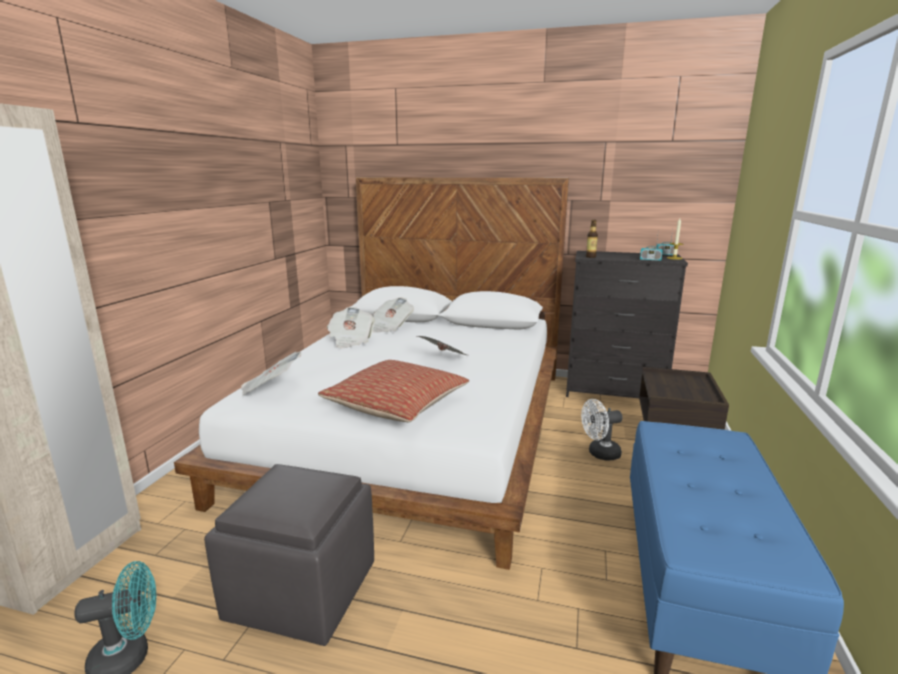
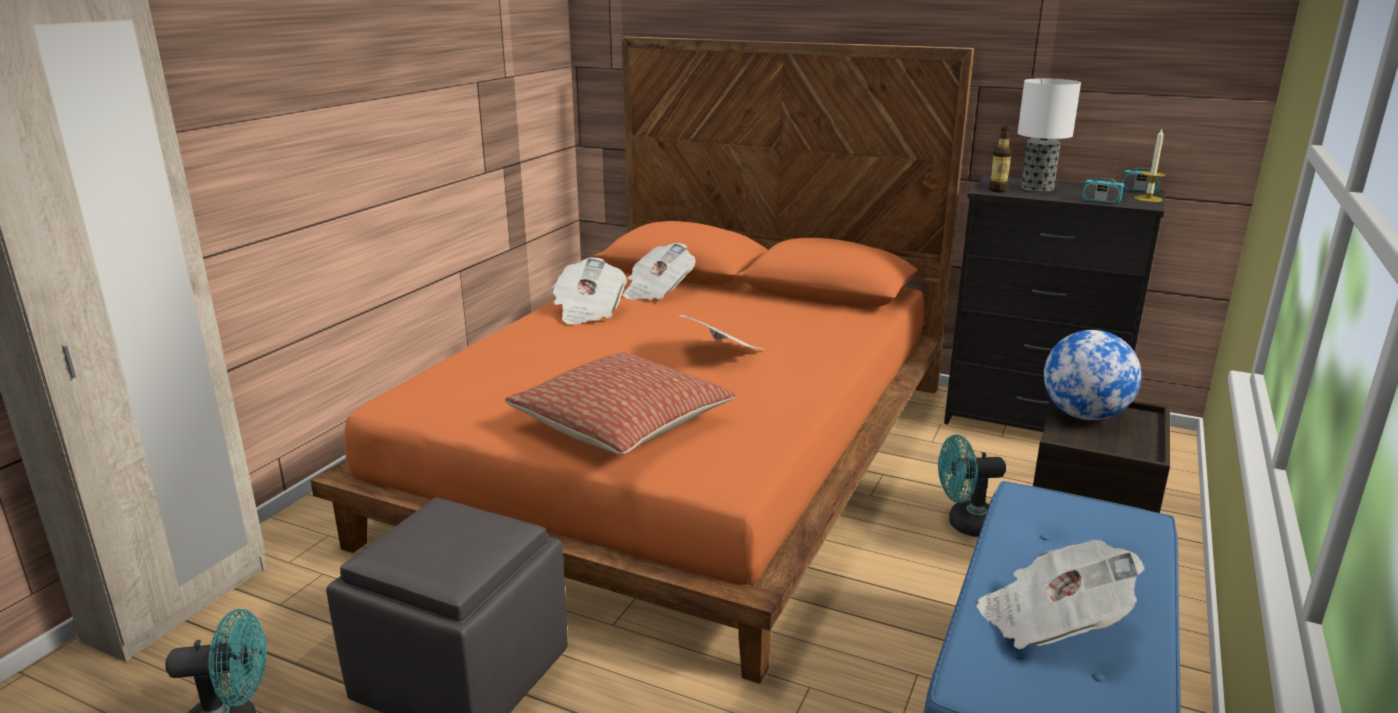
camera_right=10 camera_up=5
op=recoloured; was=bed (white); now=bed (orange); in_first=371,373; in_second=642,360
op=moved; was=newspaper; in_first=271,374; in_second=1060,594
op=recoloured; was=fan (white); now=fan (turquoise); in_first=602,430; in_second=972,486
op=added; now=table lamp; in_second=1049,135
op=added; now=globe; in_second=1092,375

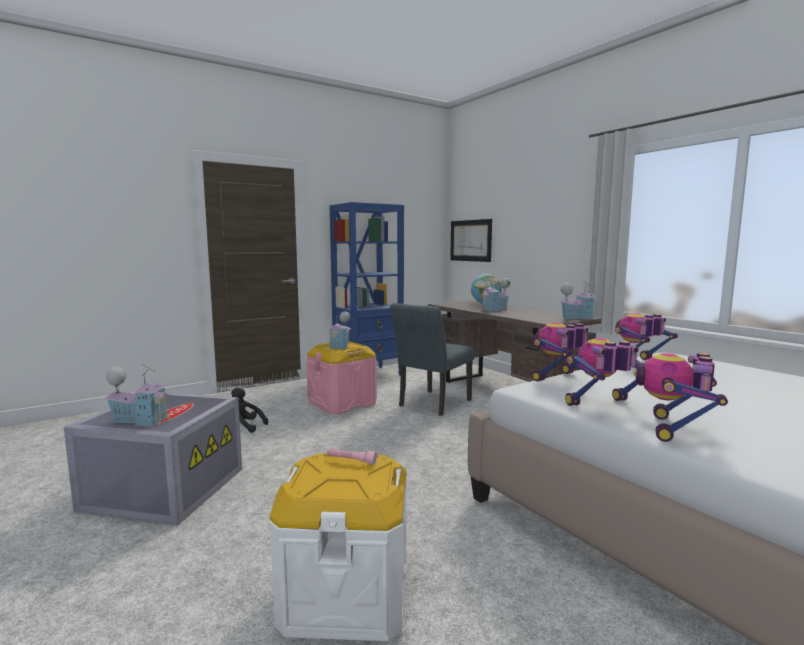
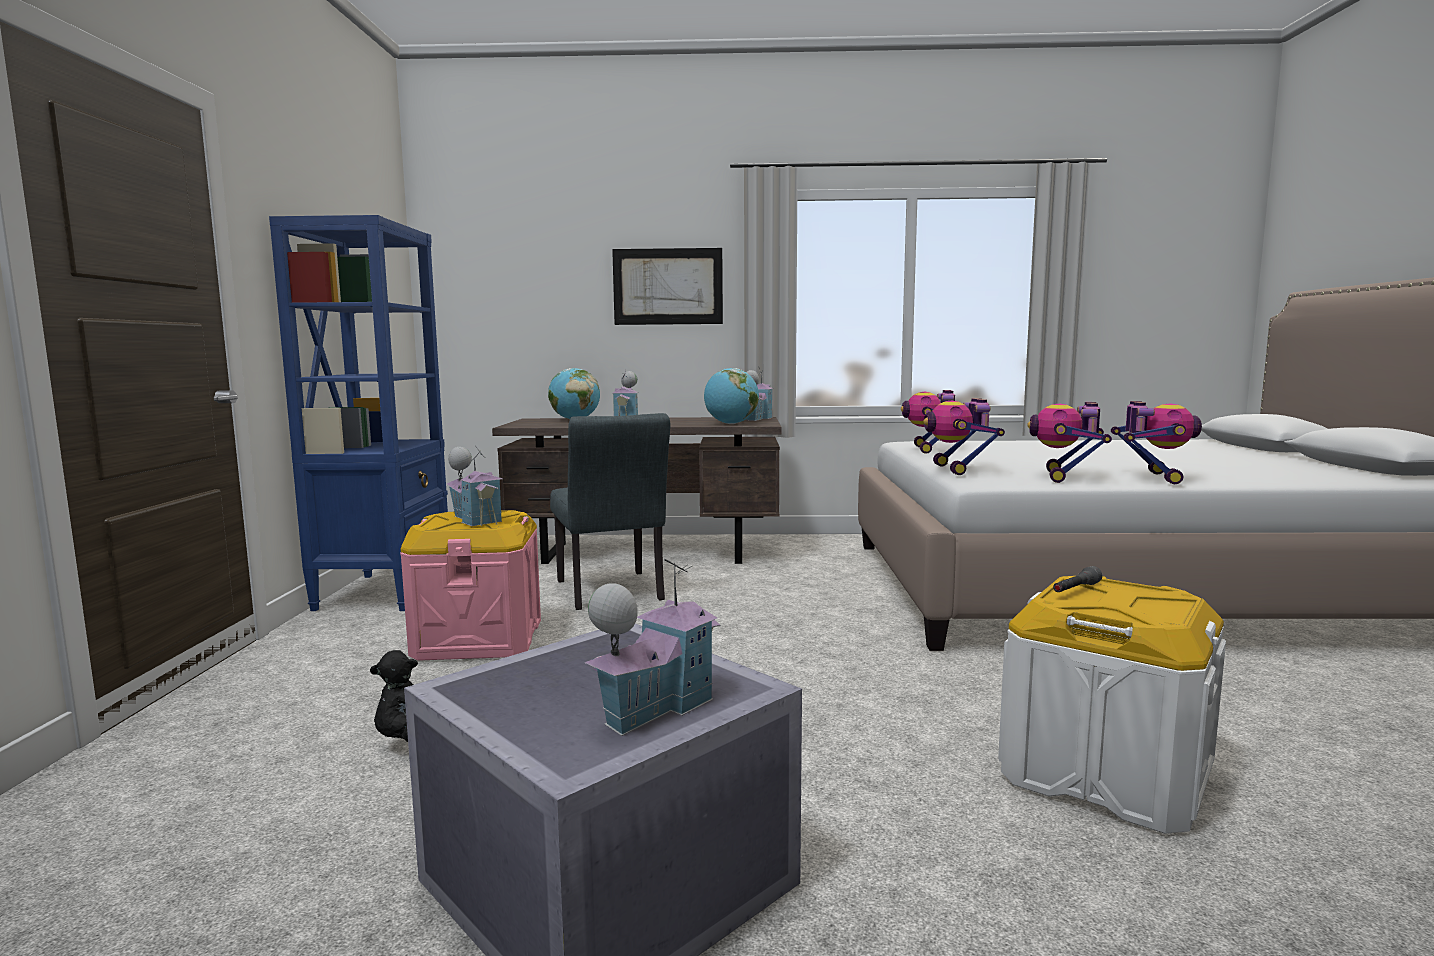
camera_right=-55 camera_up=0
op=moved; was=picture; in_first=471,240; in_second=667,286
op=turned; was=toy robot; in_first=680,397; in_second=1156,442; clockwise=-135
op=recoloured; was=flashlight (pink); now=flashlight (grey); in_first=352,457; in_second=1077,579
op=added; now=globe; in_second=731,396

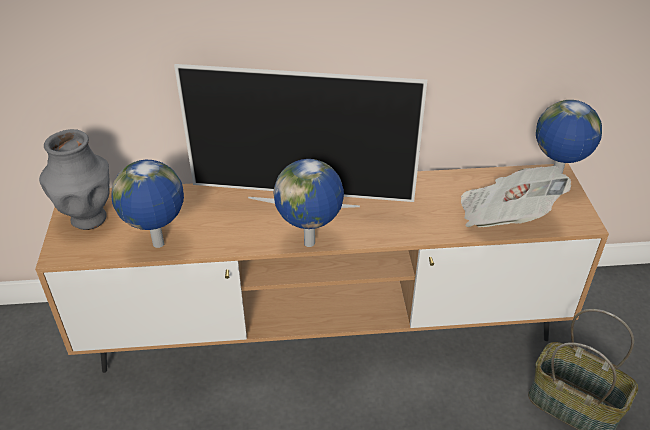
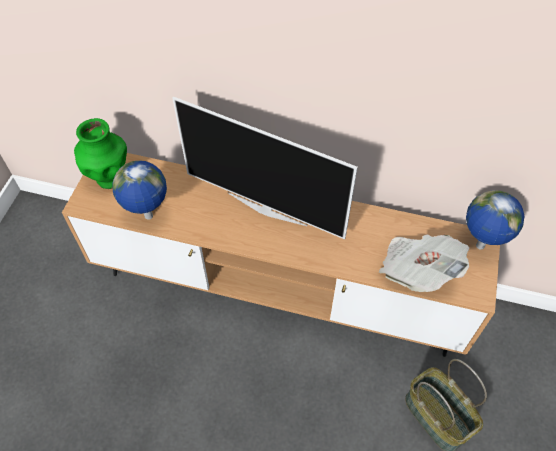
camera_right=20 camera_up=15
op=recoloured; was=vase (grey); now=vase (green); in_first=74,179; in_second=100,153
op=removed; was=globe; in_first=309,203

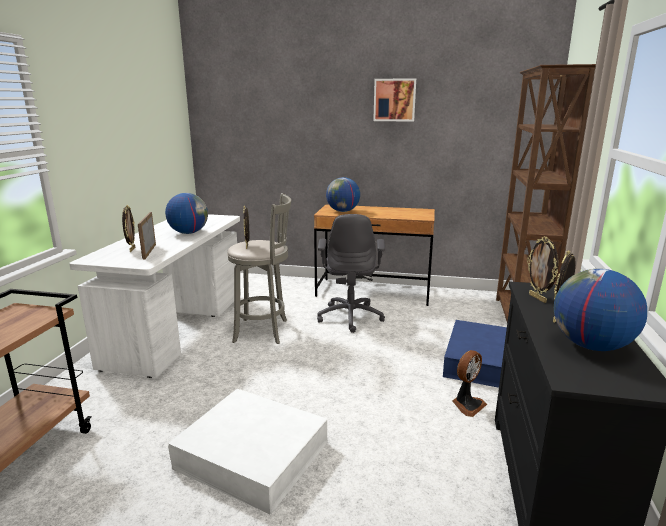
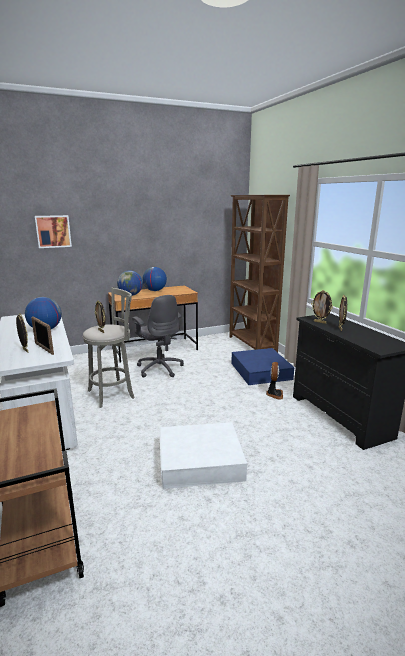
camera_right=-35 camera_up=0
op=moved; was=picture; in_first=394,100; in_second=53,231
op=moved; was=globe; in_first=600,310; in_second=154,279

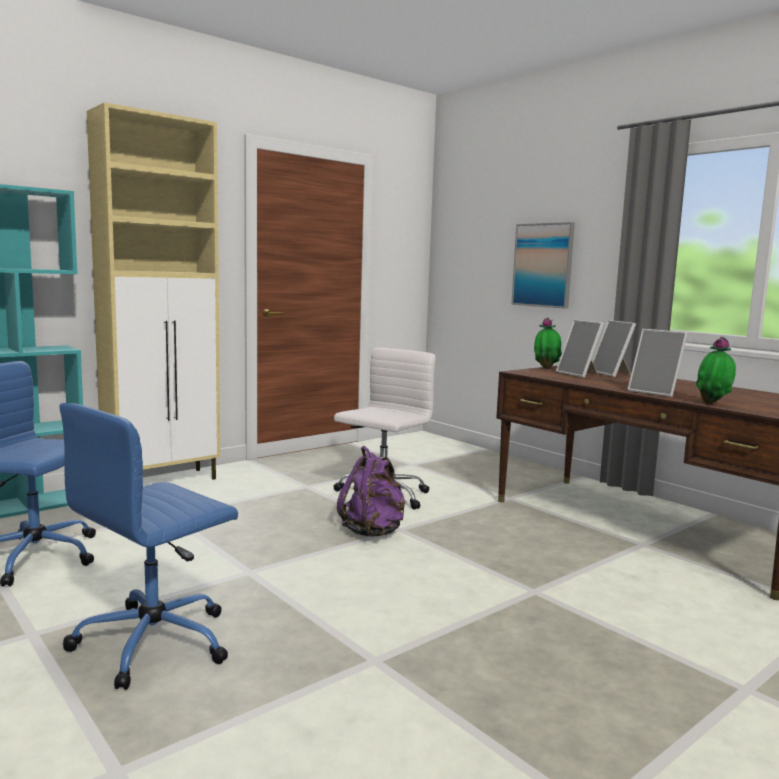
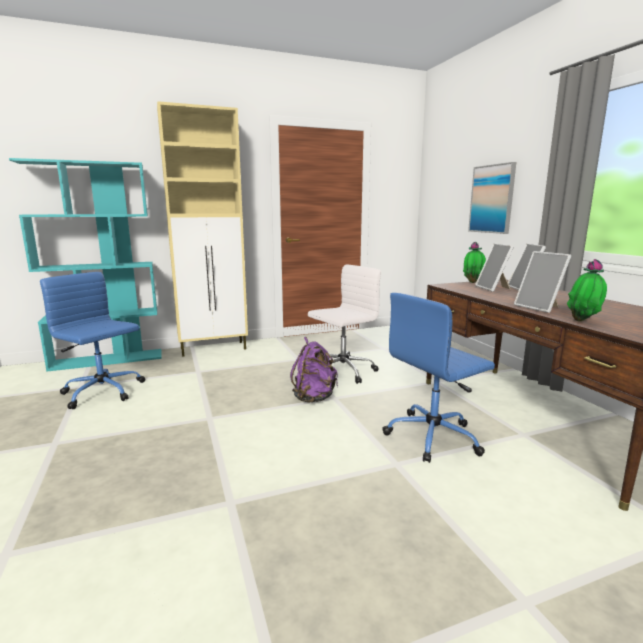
camera_right=20 camera_up=5
op=moved; was=office chair (blue); in_first=148,546; in_second=438,378

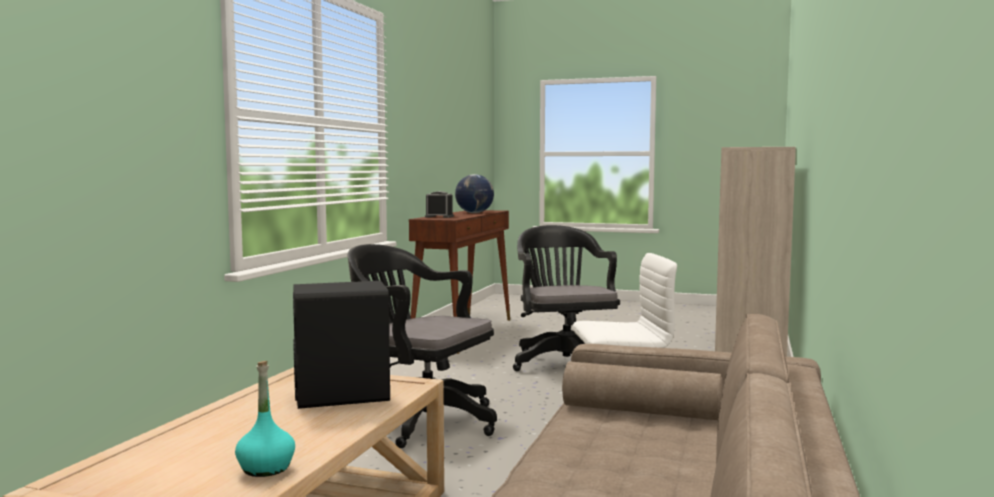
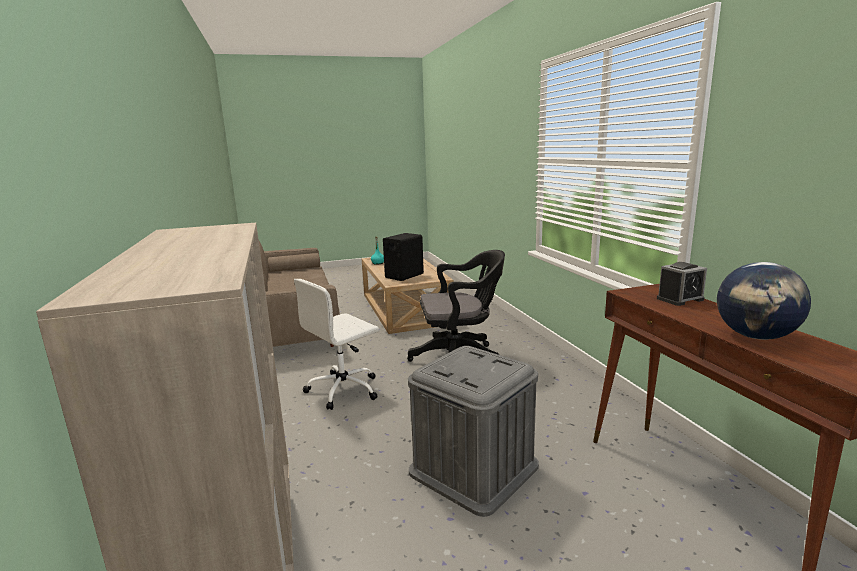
camera_right=145 camera_up=10
op=replaced; was=office chair (black); now=storage box (grey); in_first=566,298; in_second=473,431

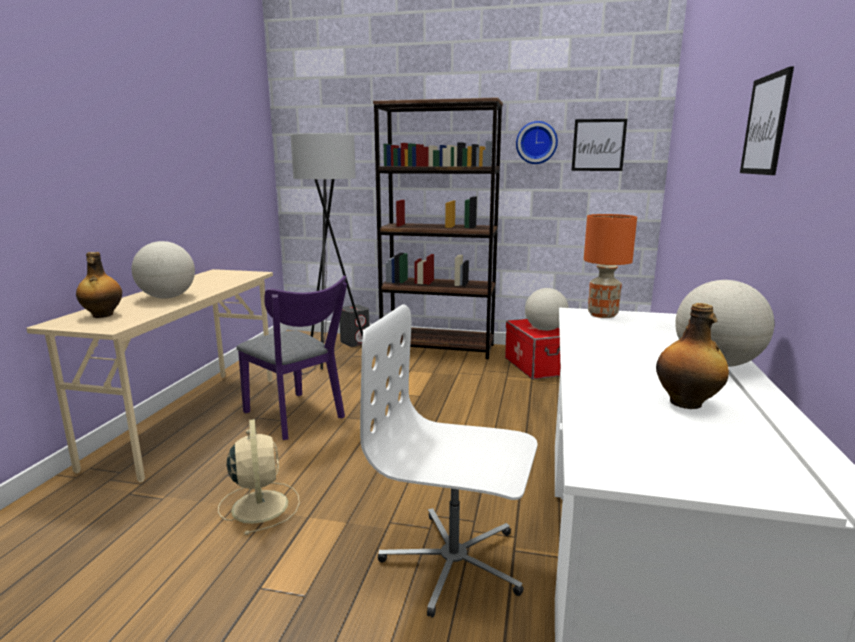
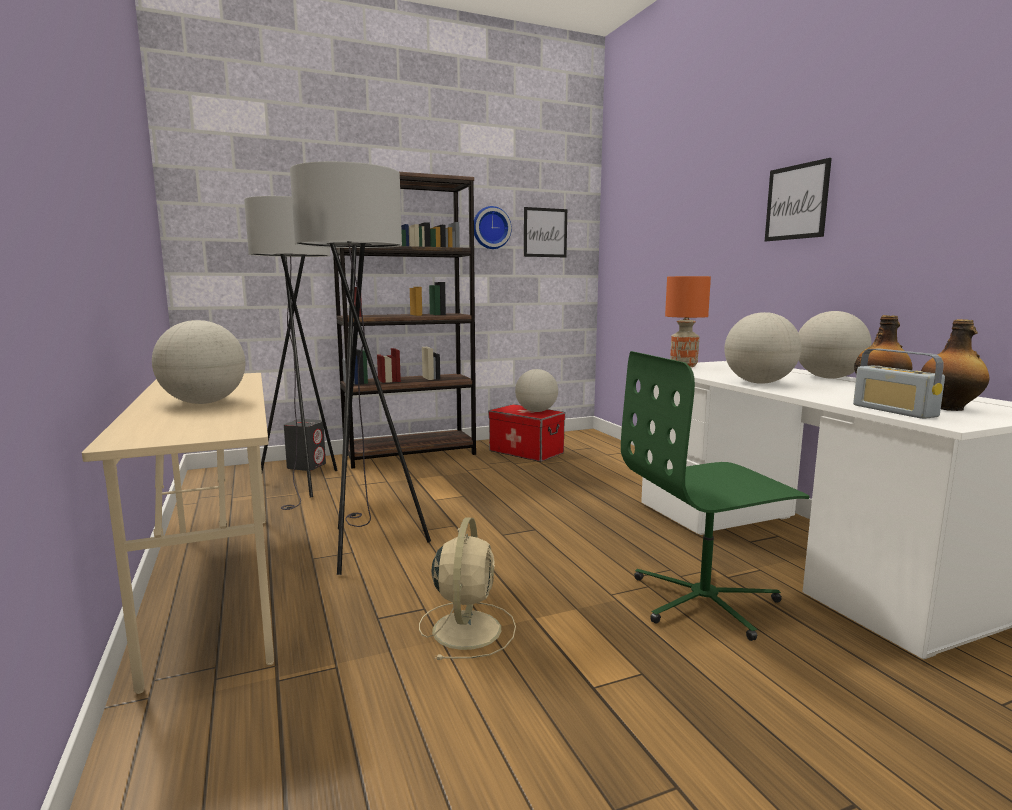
camera_right=-35 camera_up=-5
op=moved; was=bottle; in_first=99,285; in_second=955,365
op=replaced; was=chair (purple); now=floor lamp (grey); in_first=291,358; in_second=360,368
op=recoloured; was=office chair (white); now=office chair (green); in_first=448,461; in_second=715,496
op=turned; was=fan (beige); in_first=259,477; in_second=467,588; clockwise=60
op=added; now=globe; in_second=763,348
op=added; now=radio; in_second=899,383

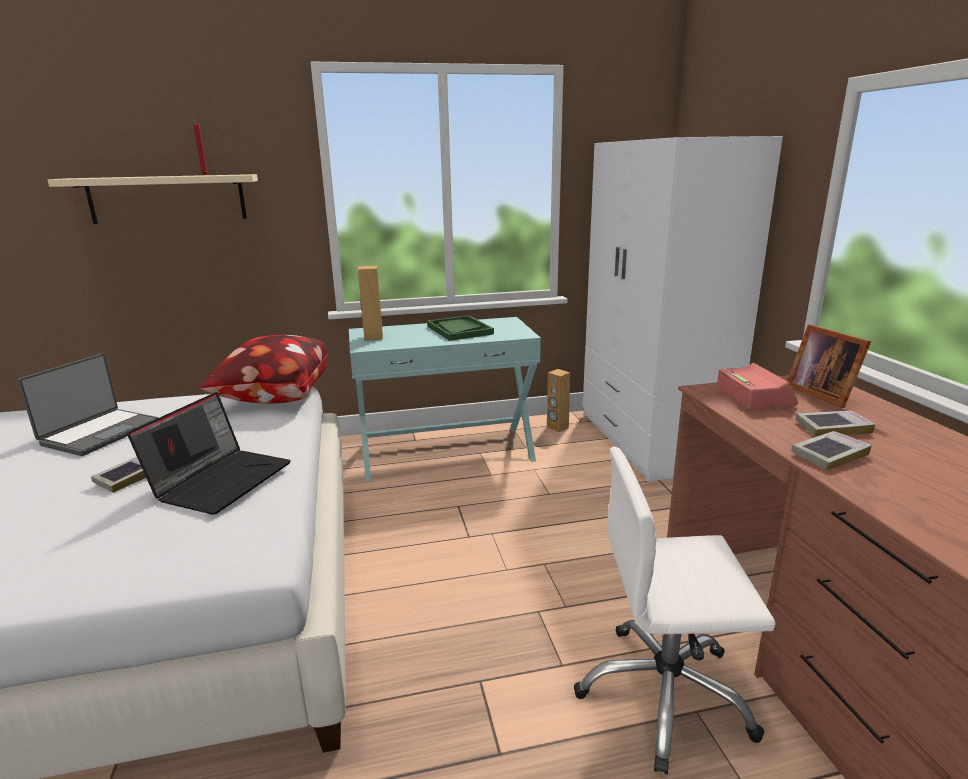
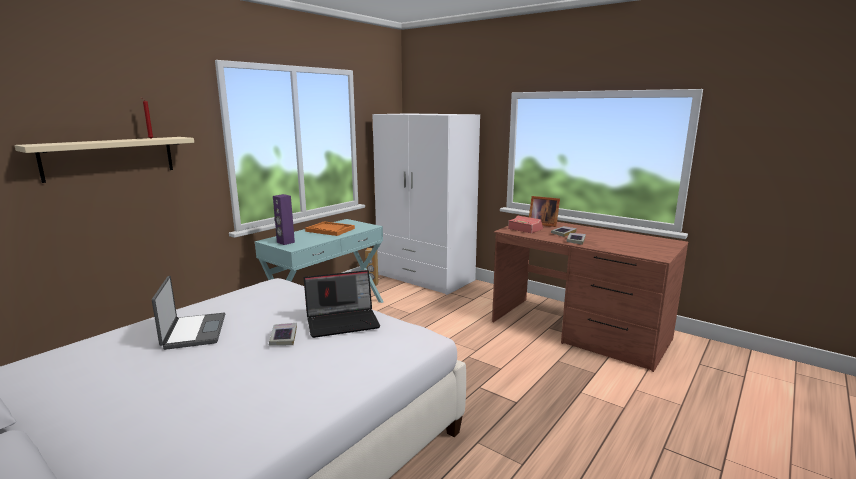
camera_right=-40 camera_up=-5
op=recoloured; was=speaker (brown); now=speaker (purple); in_first=370,303; in_second=284,219
op=recoloured; was=tray (green); now=tray (orange); in_first=460,328; in_second=330,228
op=removed; was=pillow; in_first=264,369
op=turned; was=laptop; in_first=209,453; in_second=342,304; clockwise=90
op=removed; was=office chair (white); in_first=674,611

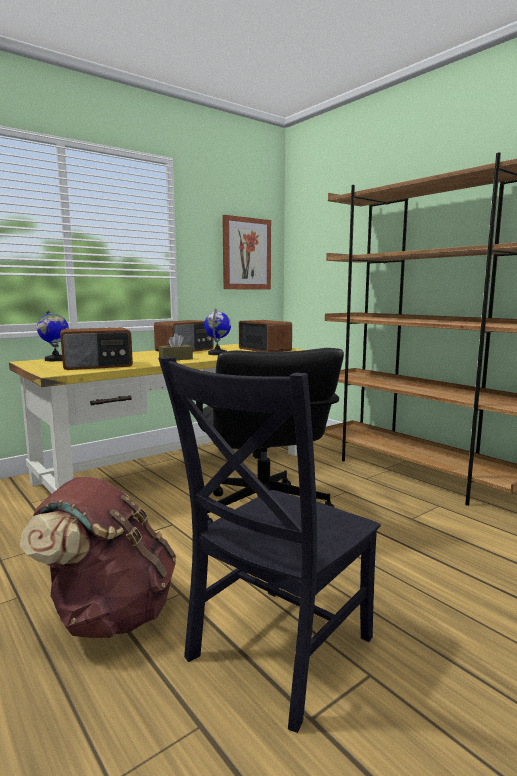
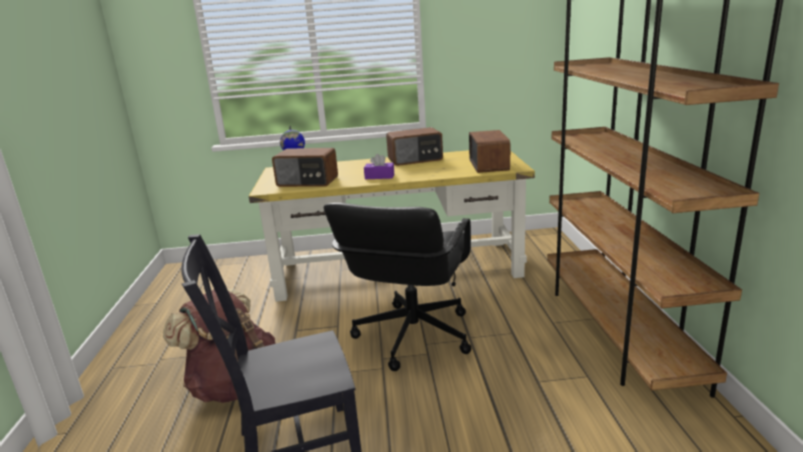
camera_right=35 camera_up=10
op=removed; was=picture; in_first=246,252
op=removed; was=globe; in_first=217,331
op=recoloured; was=tissue box (brown); now=tissue box (purple); in_first=176,346; in_second=379,166

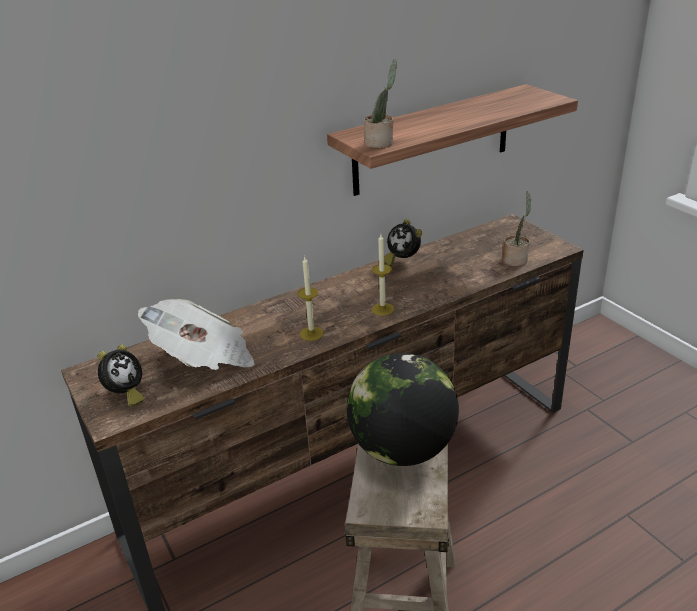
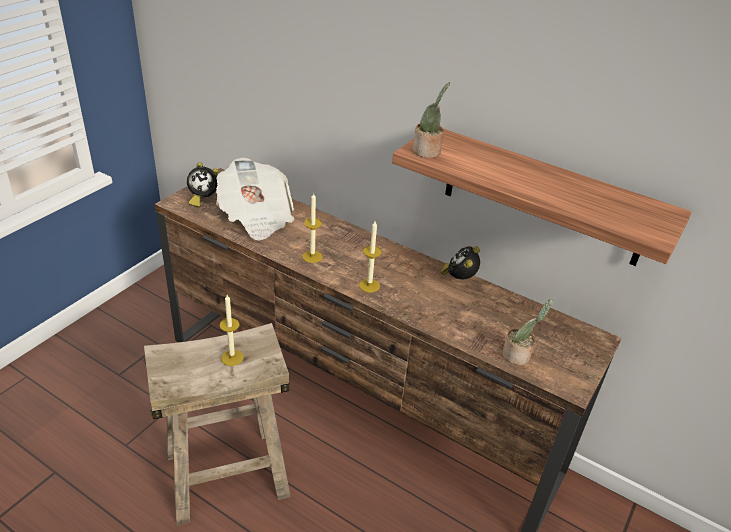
camera_right=60 camera_up=5
op=replaced; was=globe; now=candle; in_first=402,409; in_second=231,330

